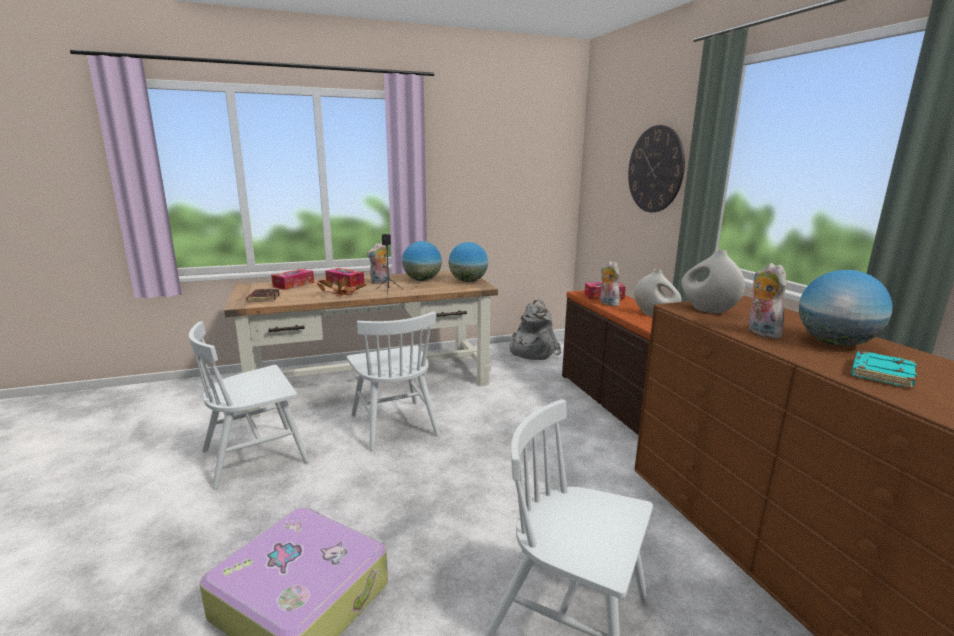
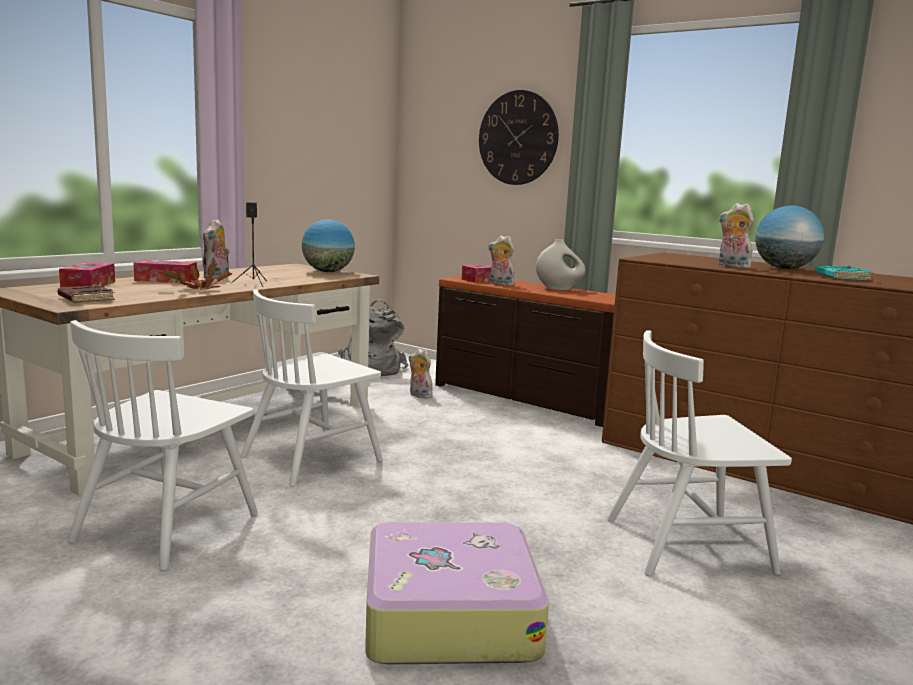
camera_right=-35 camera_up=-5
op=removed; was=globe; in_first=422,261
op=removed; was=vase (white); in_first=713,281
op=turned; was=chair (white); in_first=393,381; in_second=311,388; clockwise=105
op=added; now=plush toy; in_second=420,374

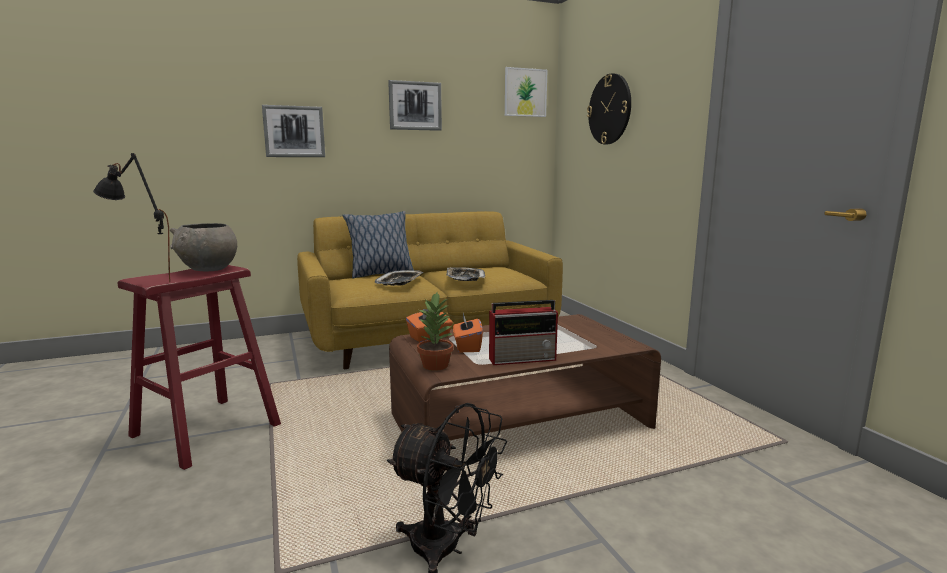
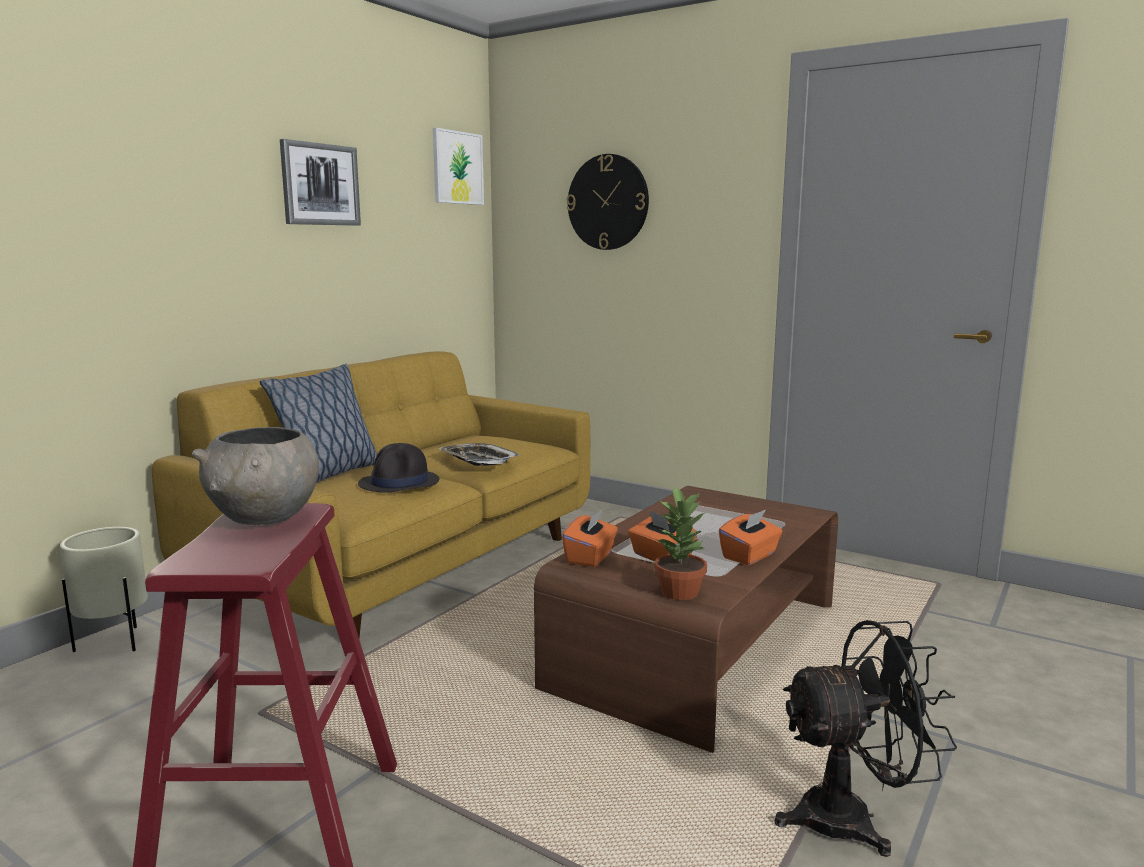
camera_right=-35 camera_up=0
op=removed; was=picture; in_first=293,131
op=removed; was=table lamp (black); in_first=131,217
op=replaced; was=tray; now=hat (black); in_first=399,278; in_second=398,468
op=replaced; was=radio; now=tissue box (orange); in_first=523,332; in_second=750,537
op=added; now=planter (beige); in_second=104,589

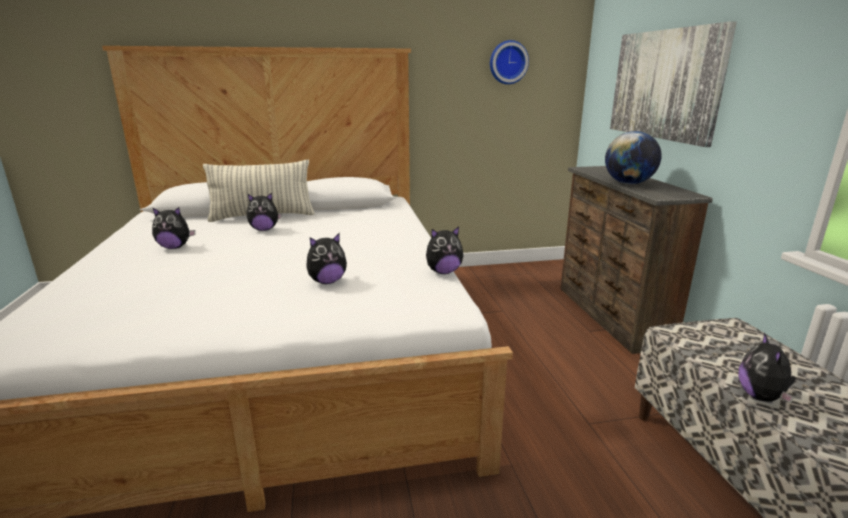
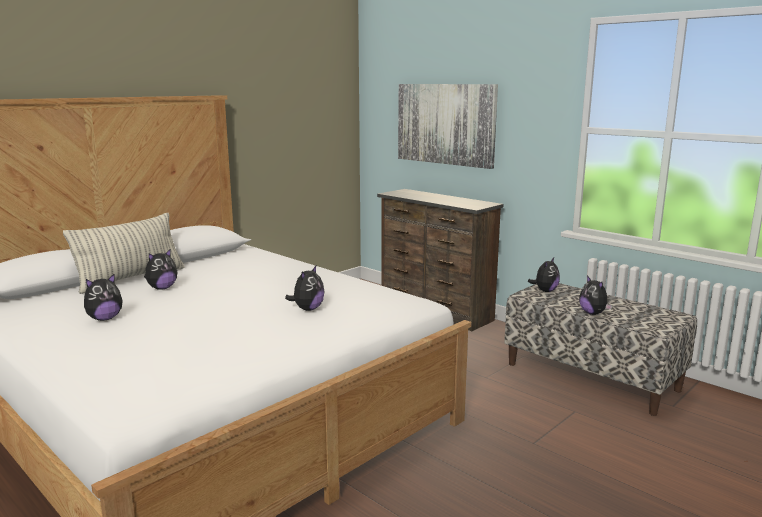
camera_right=-35 camera_up=-5
op=removed; was=wall clock; in_first=509,62
op=removed; was=globe; in_first=633,157
op=moved; was=plush toy; in_first=444,250; in_second=544,275

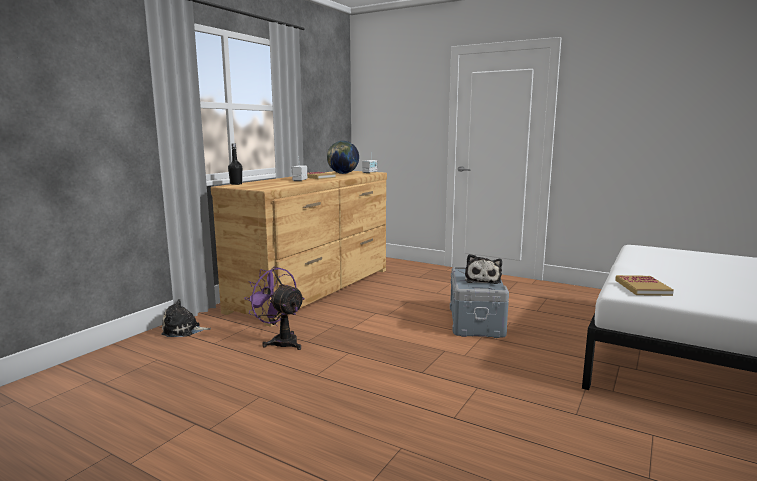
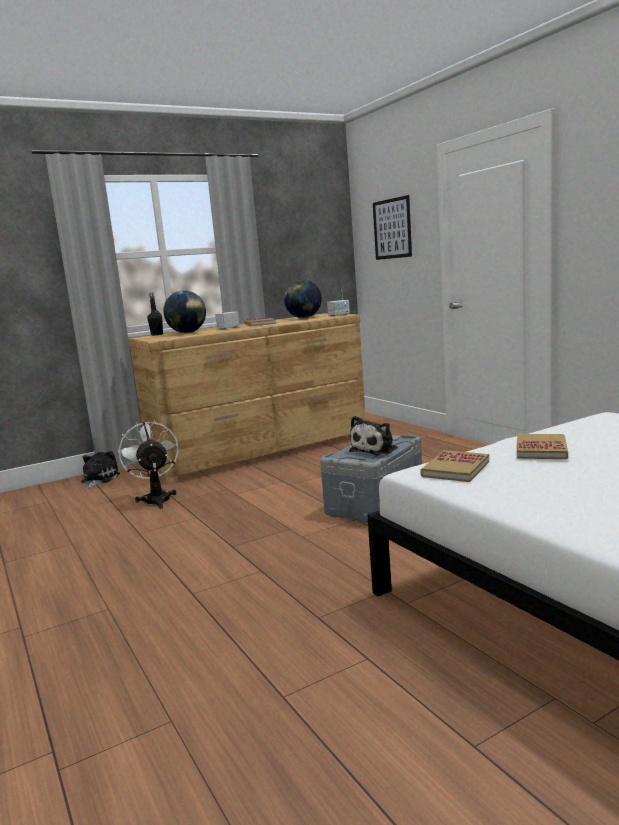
camera_right=30 camera_up=0
op=recoloured; was=fan (purple); now=fan (white); in_first=274,308; in_second=148,465
op=turned; was=plush toy; in_first=186,318; in_second=100,469; clockwise=75
op=added; now=picture; in_second=392,227
op=added; now=globe; in_second=184,311
op=added; now=book; in_second=542,446

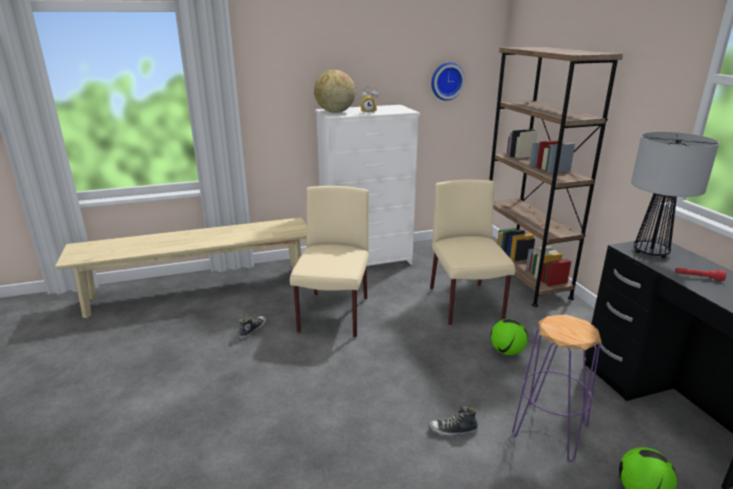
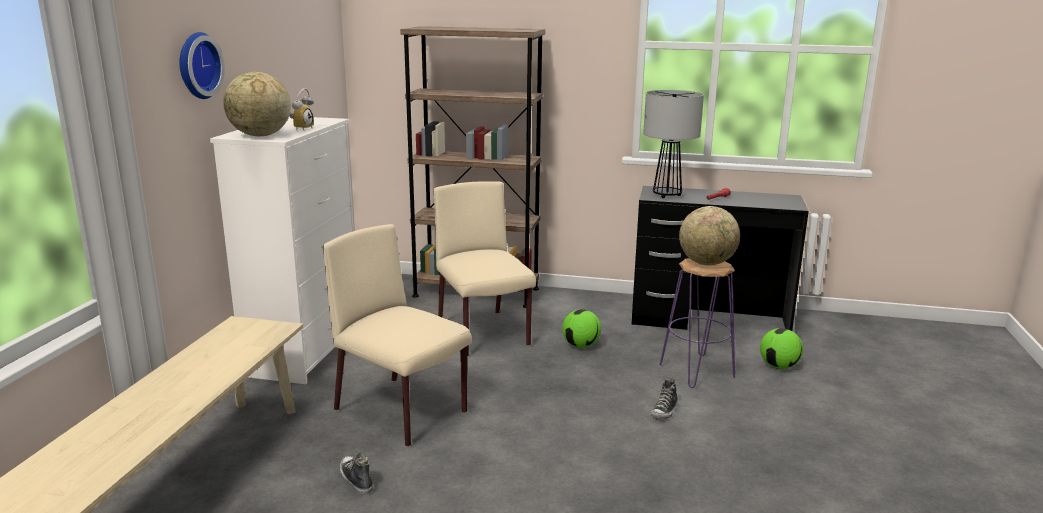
camera_right=-60 camera_up=-5
op=moved; was=wall clock; in_first=448,81; in_second=202,65
op=turned; was=chair (beige); in_first=472,252; in_second=485,269; clockwise=45
op=added; now=globe; in_second=709,236

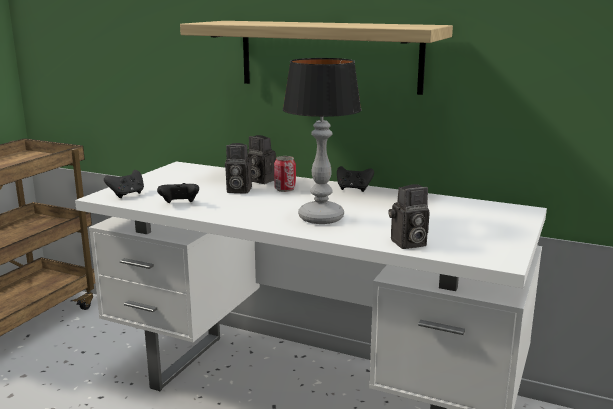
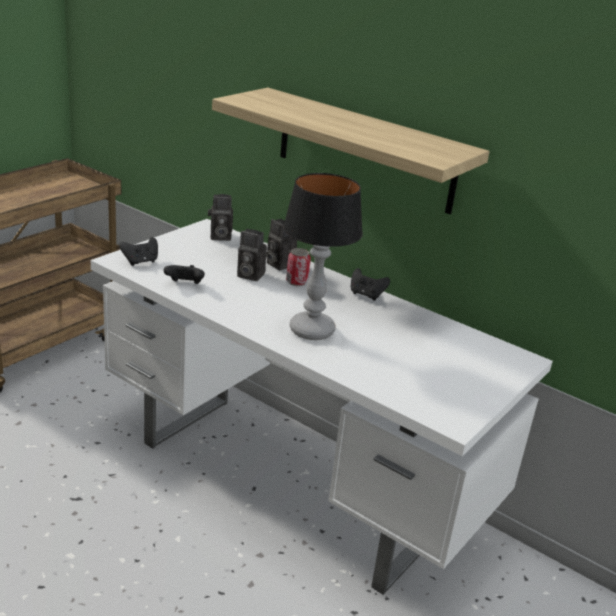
camera_right=10 camera_up=10
op=moved; was=photo camera; in_first=409,216; in_second=220,217

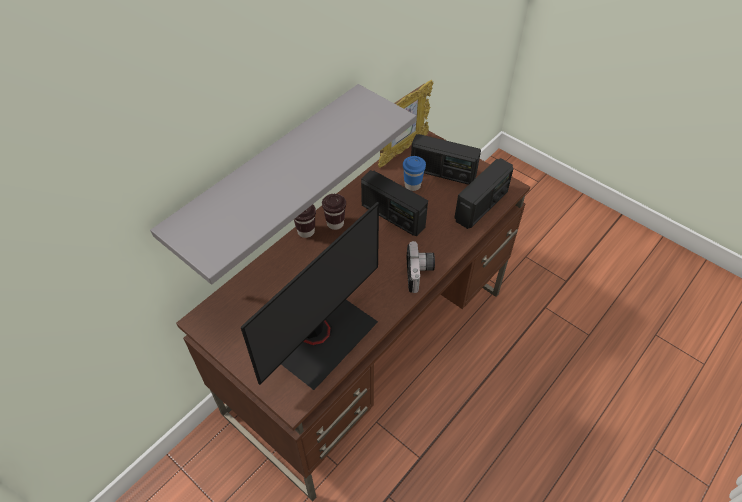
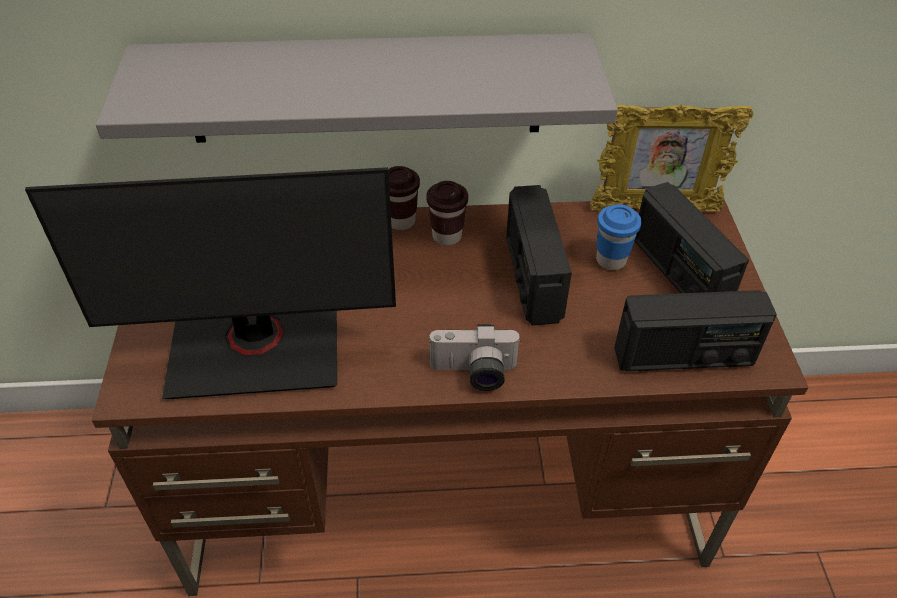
camera_right=45 camera_up=-5
op=turned; was=photo camera; in_first=420,267; in_second=474,357; clockwise=45

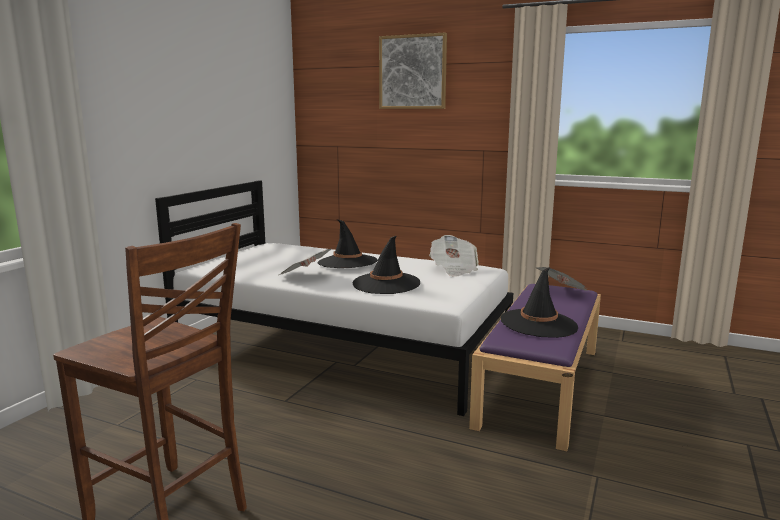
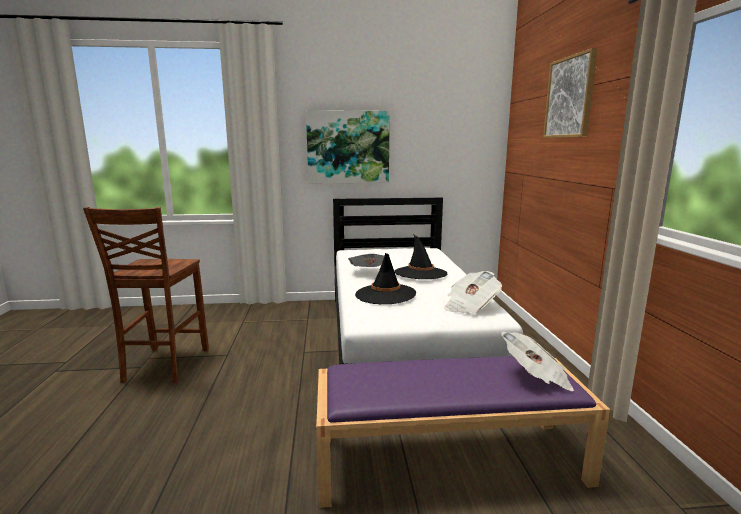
camera_right=60 camera_up=0
op=removed; was=hat (black); in_first=539,302
op=added; now=picture; in_second=348,146

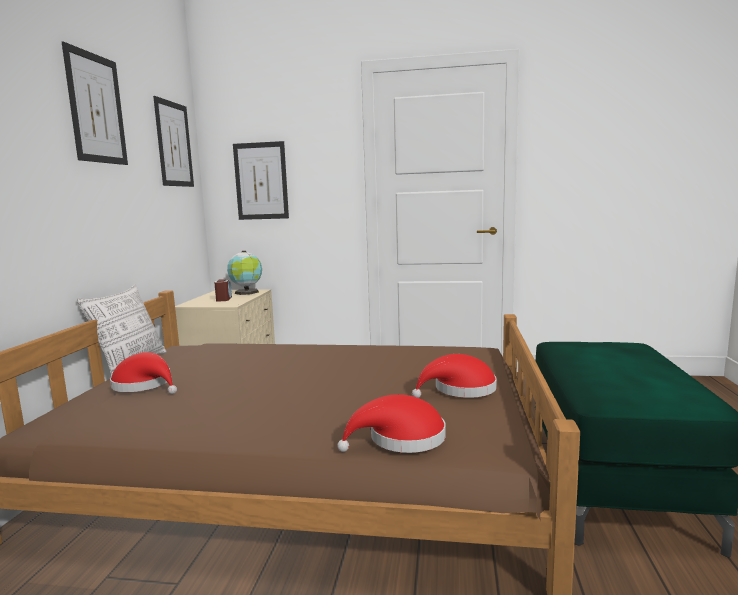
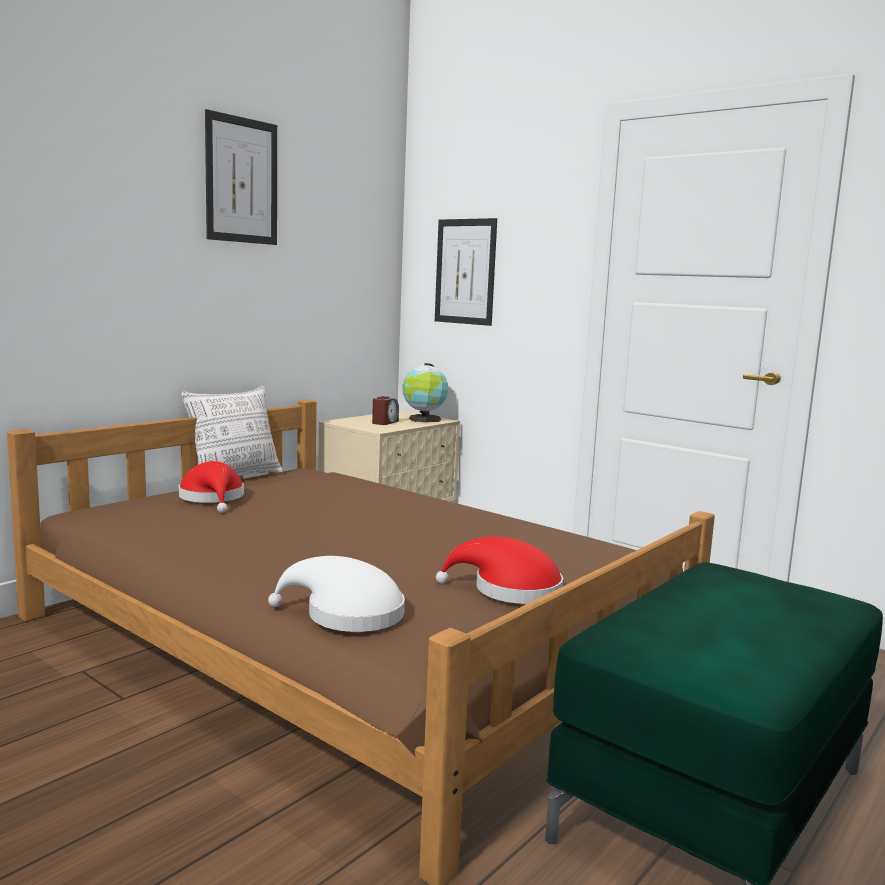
camera_right=30 camera_up=0
op=removed; was=picture; in_first=173,141
op=recoloured; was=hat (red); now=hat (white); in_first=391,423; in_second=336,594

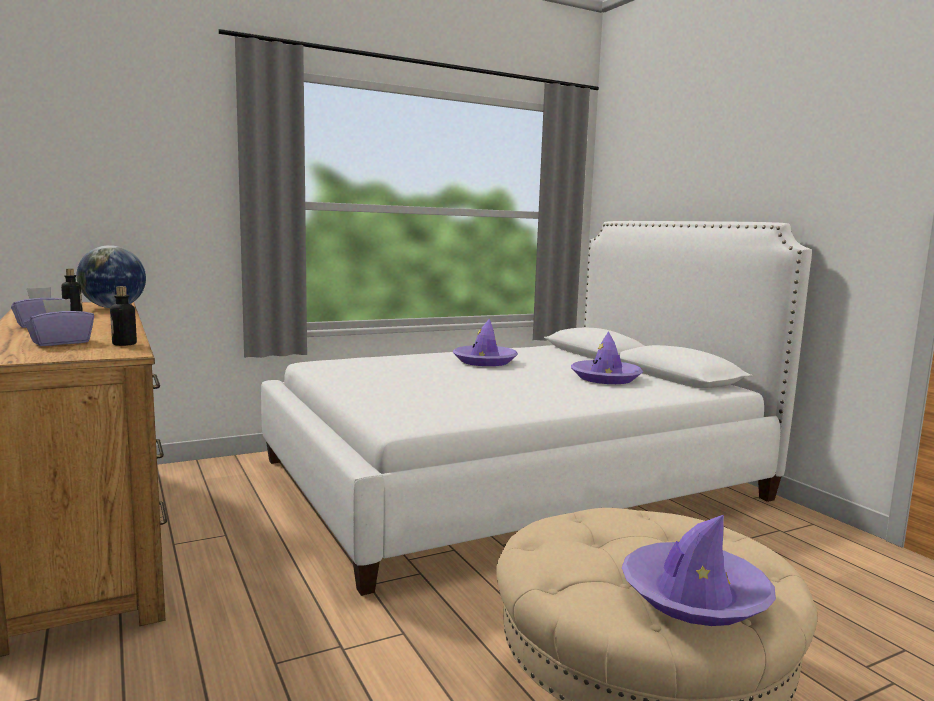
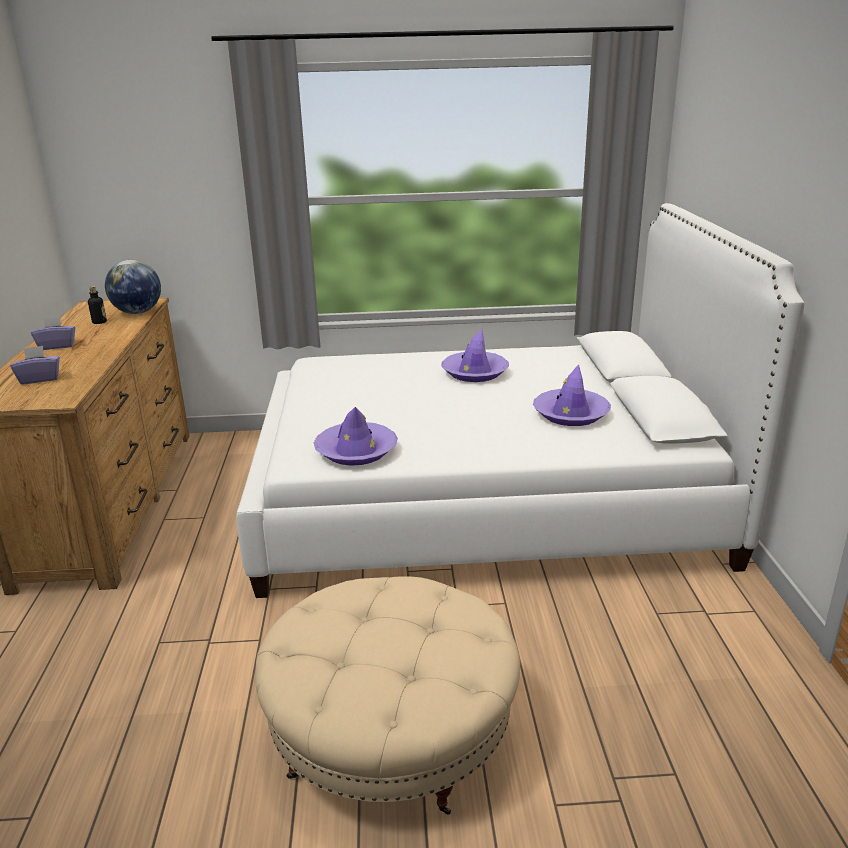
camera_right=25 camera_up=15
op=removed; was=bottle; in_first=123,316
op=moved; was=hat (purple); in_first=699,570; in_second=356,436

